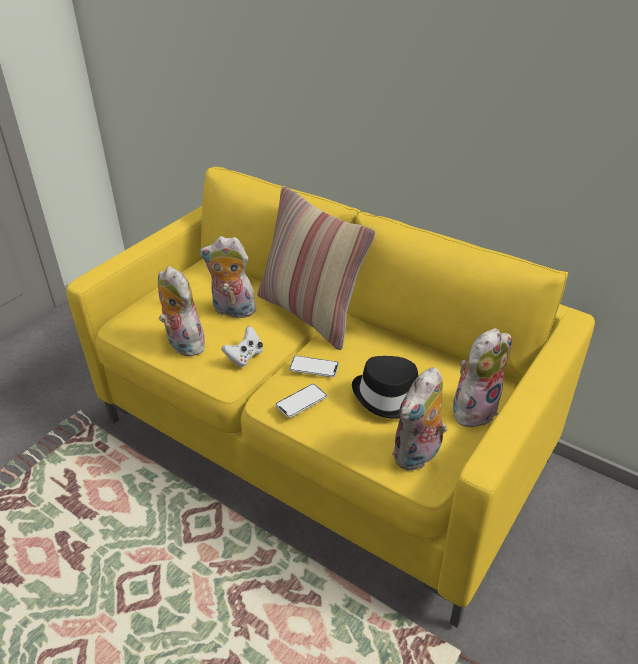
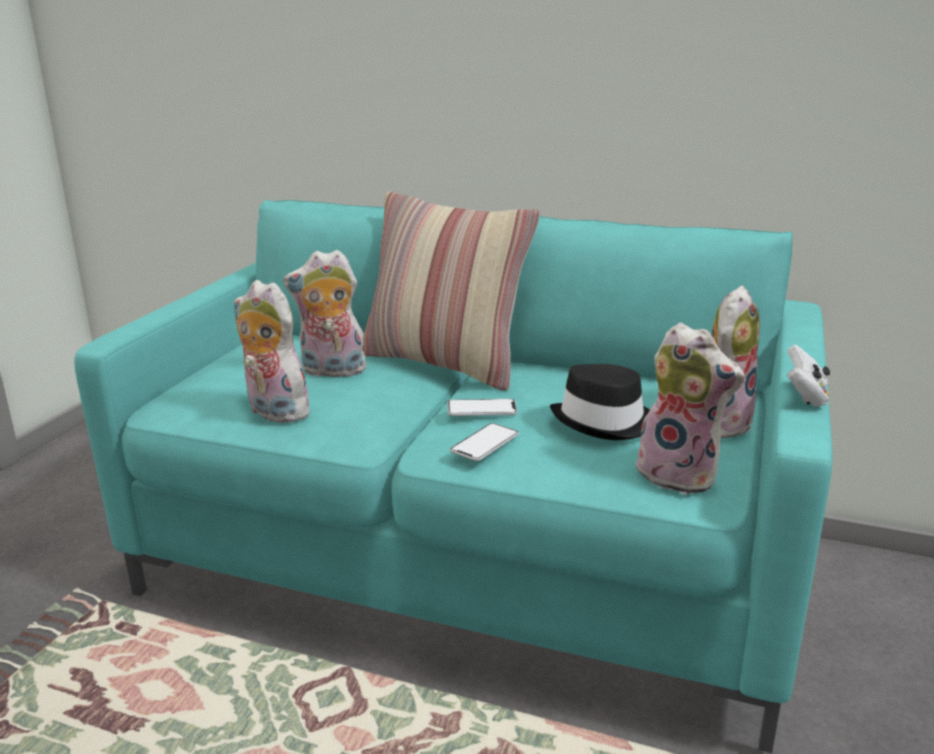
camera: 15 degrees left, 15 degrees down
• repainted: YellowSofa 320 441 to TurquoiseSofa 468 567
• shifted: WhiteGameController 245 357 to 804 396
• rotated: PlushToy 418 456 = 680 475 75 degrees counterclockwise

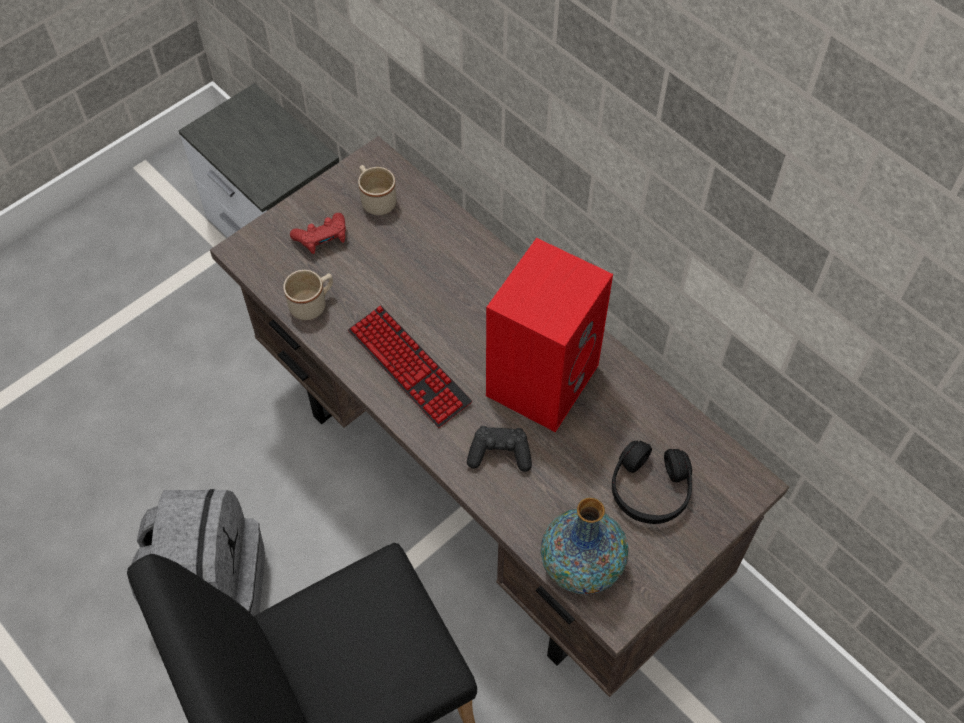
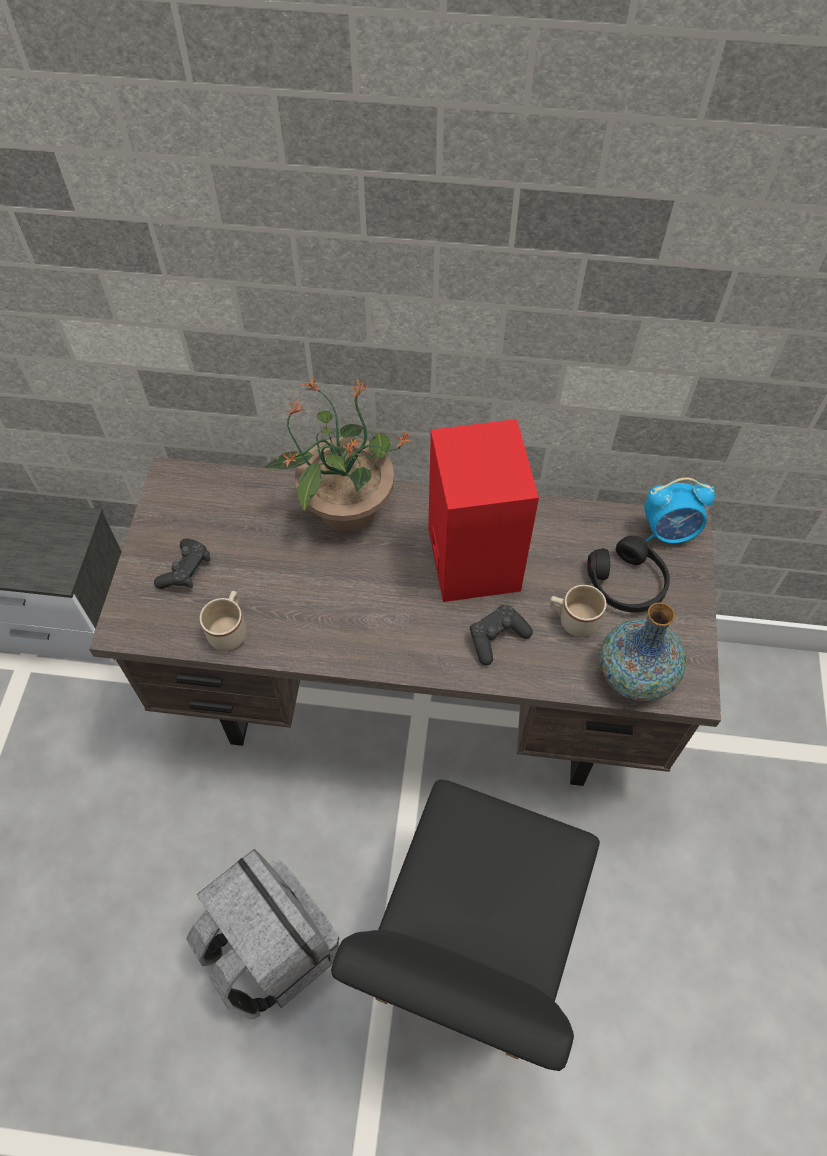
camera: 40 degrees left, 0 degrees up
• shifted: BeigeMug 376 199 to 572 620
• repainted: RedGameController 322 239 to BlackGameController 186 571
• gone: Keyboard 409 367
• new: PottedPlant 345 508
• new: AlarmClock 669 532

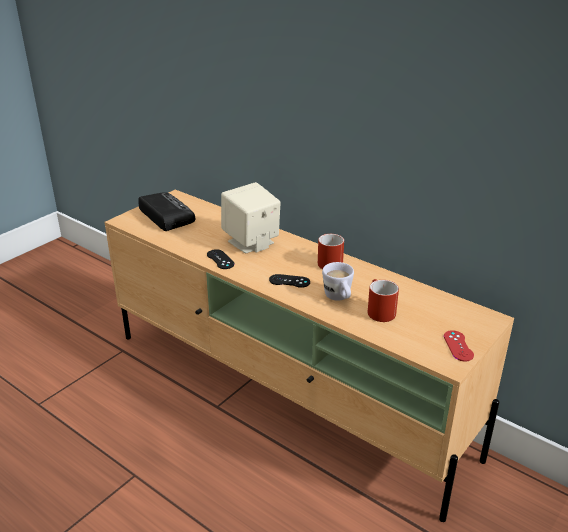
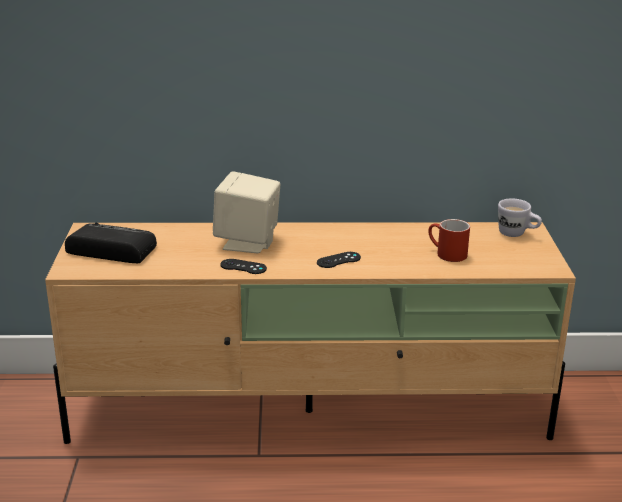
camera: 40 degrees left, 5 degrees down
• gone: RedMug 327 262
• shifted: WhiteMug 339 298 to 517 234
• gone: RedGameController 458 346

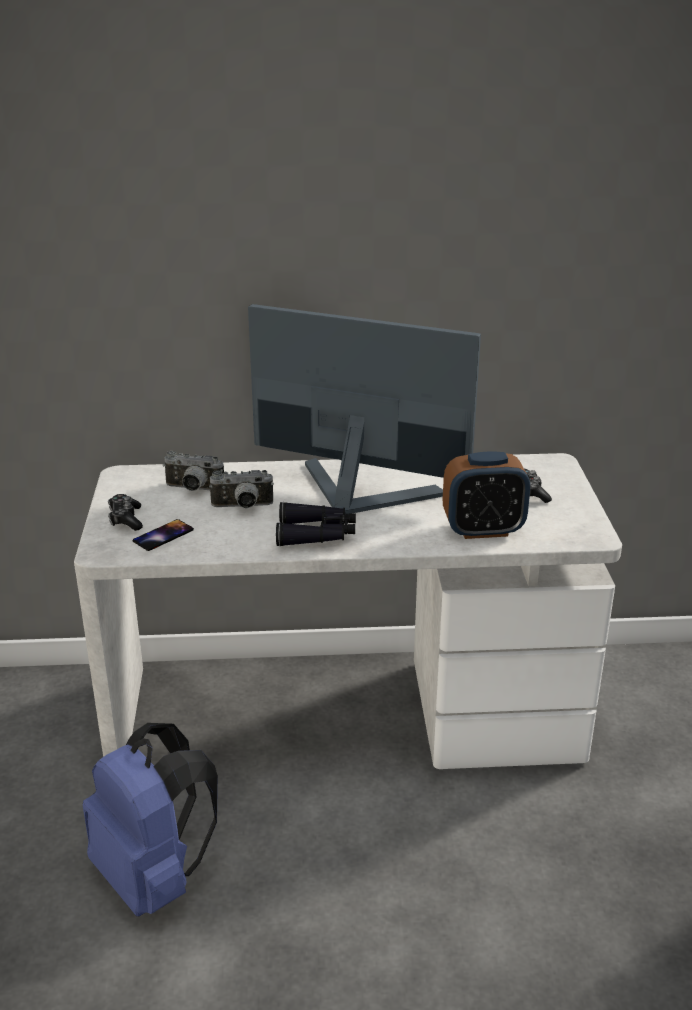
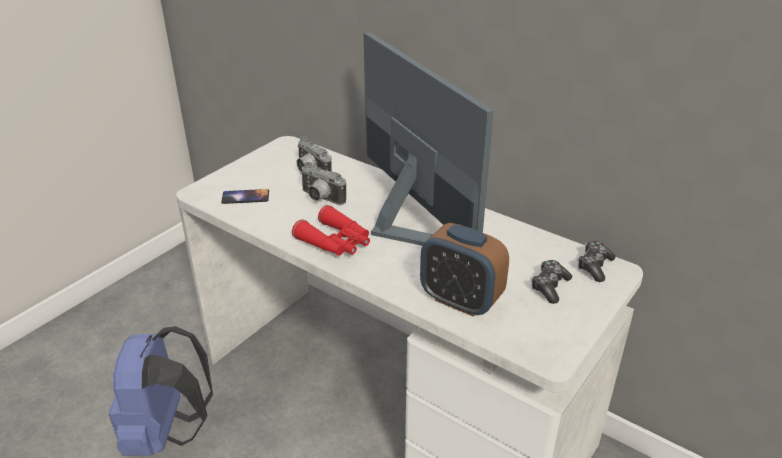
camera: 40 degrees right, 5 degrees up
• shifted: GameController 126 519 to 594 266
• repainted: BlackBinoculars 317 534 to RedBinoculars 336 242

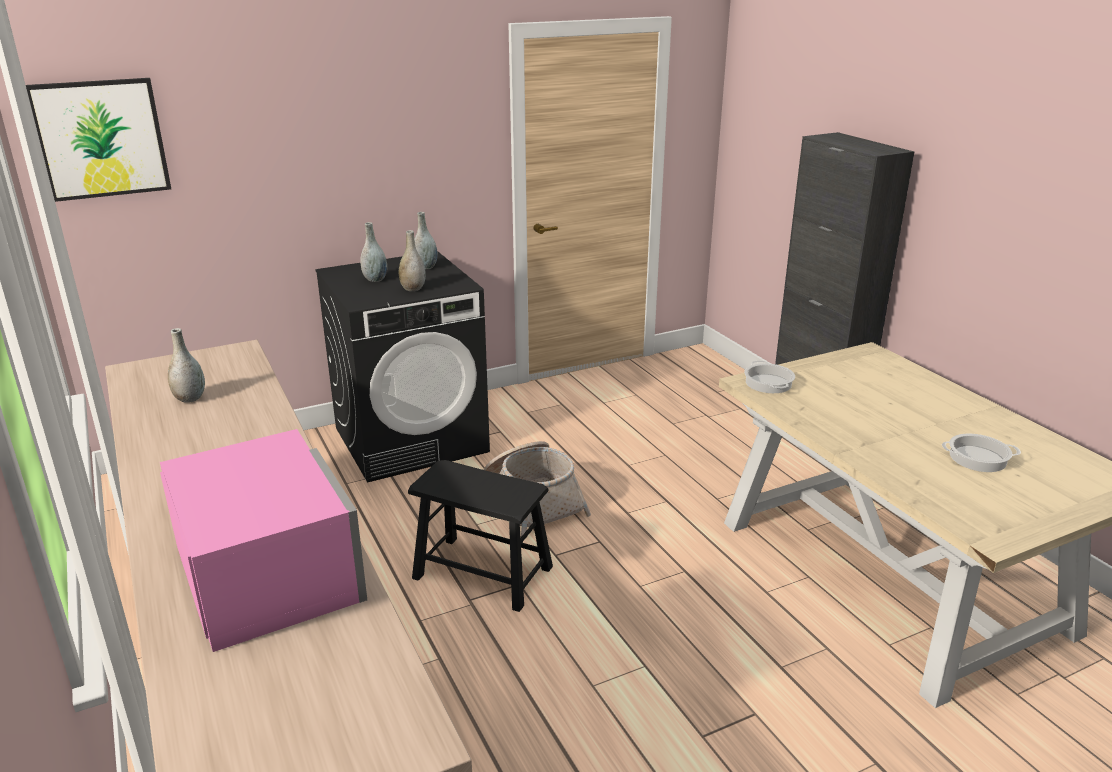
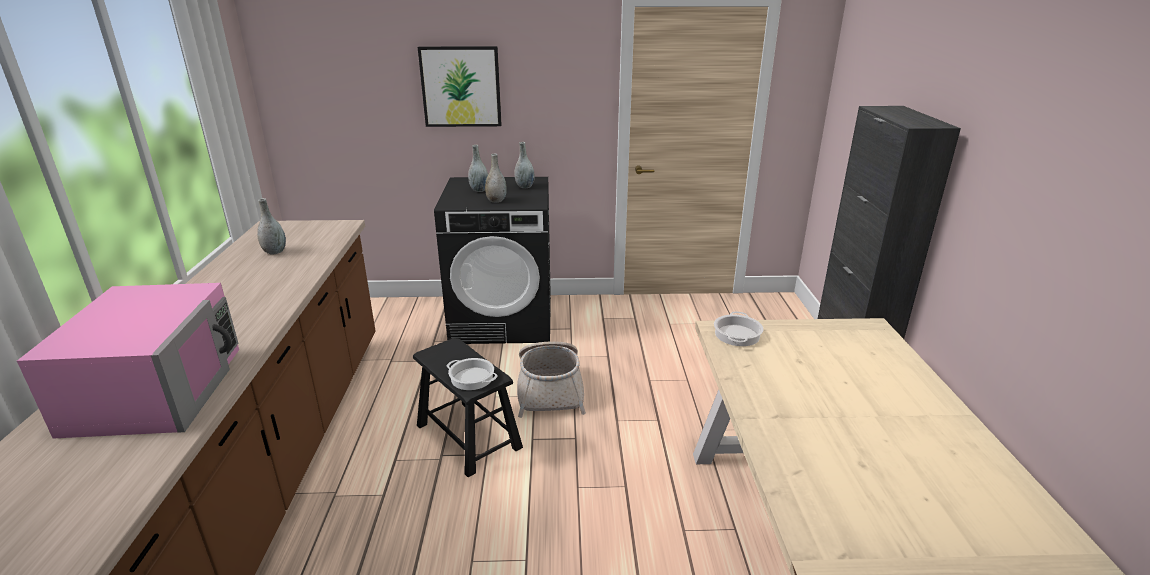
camera: 25 degrees right, 0 degrees up
• shifted: Picture 101 139 to 461 86
• shifted: CookingPot 977 458 to 471 378

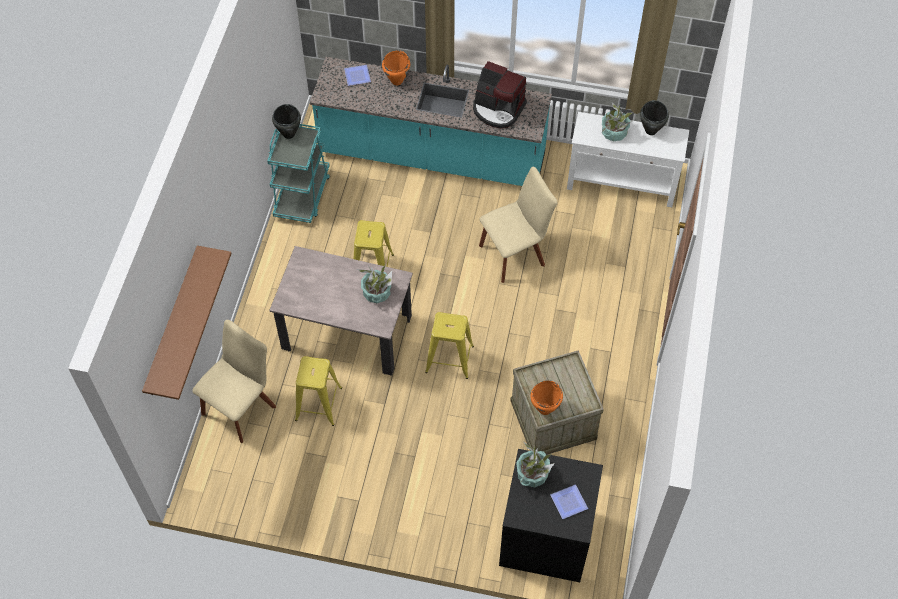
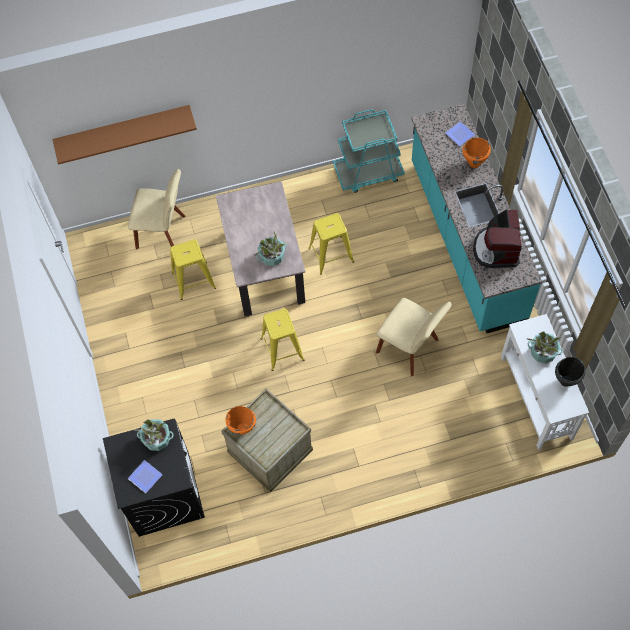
camera: 65 degrees right, 5 degrees up
• gone: BlackCookingPot 288 134

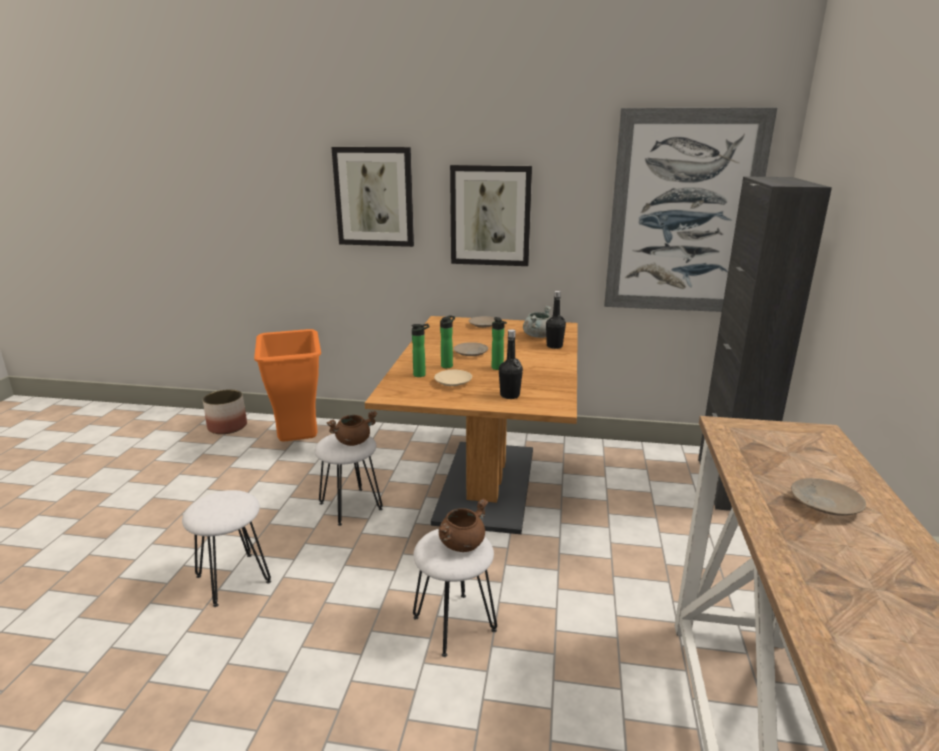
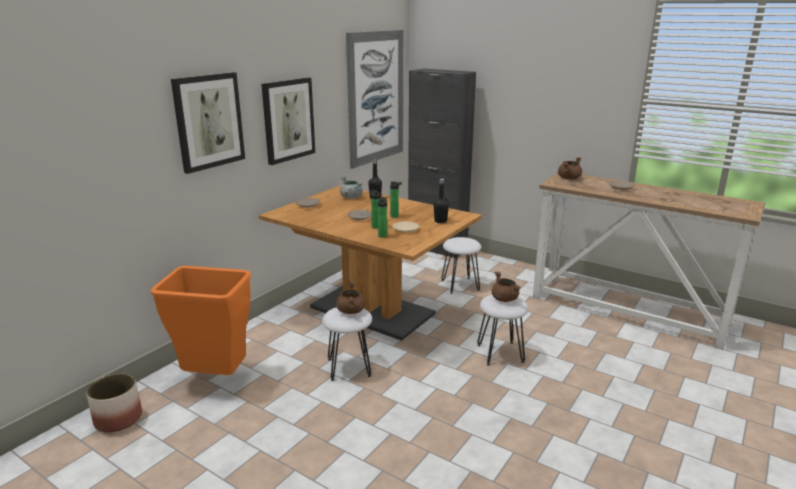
camera: 65 degrees left, 0 degrees up
• shifted: WhiteStool 233 579 to 460 285
• new: BrownCookingPot 569 178

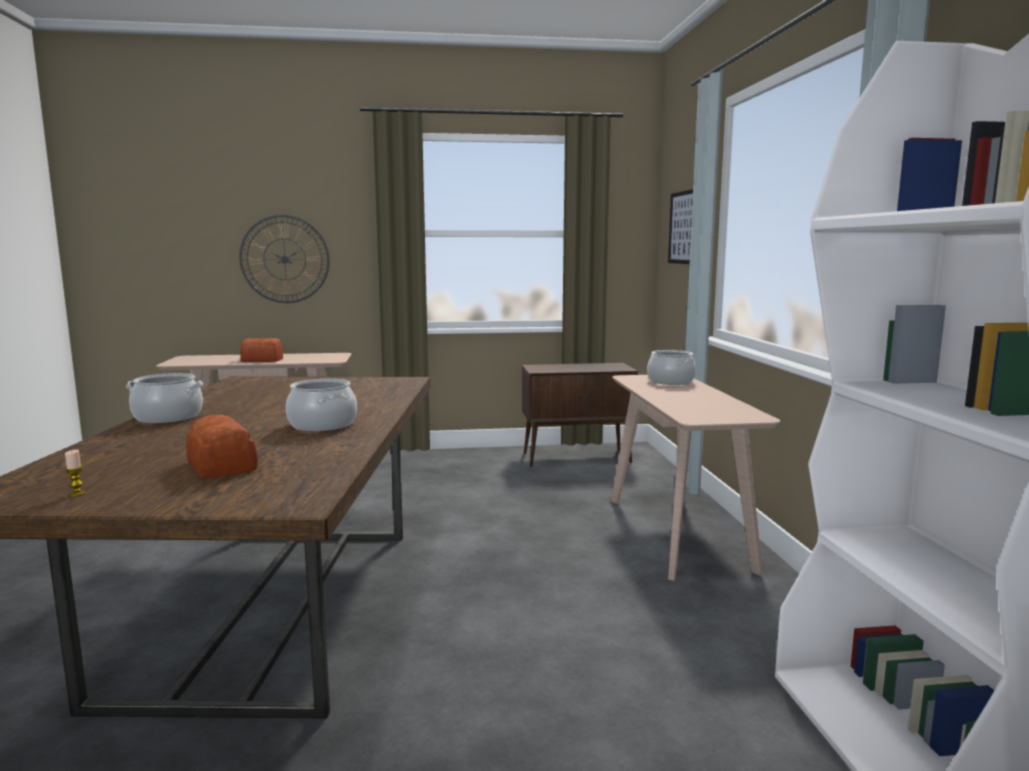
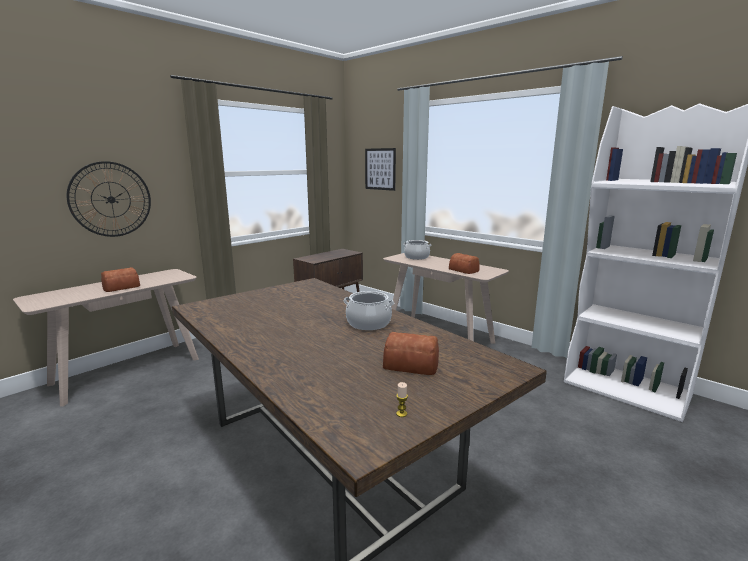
camera: 40 degrees left, 5 degrees up
• gone: CookingPot 168 417
• new: Bread 463 270

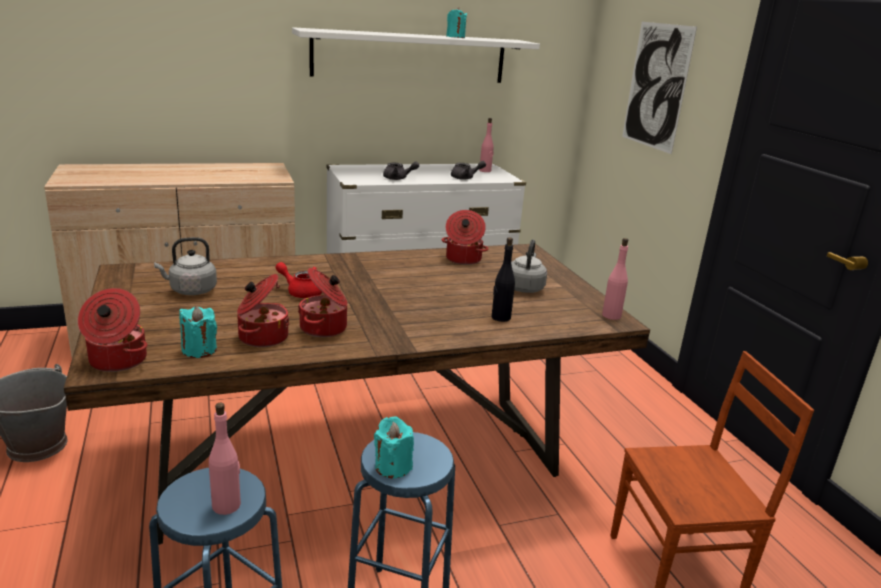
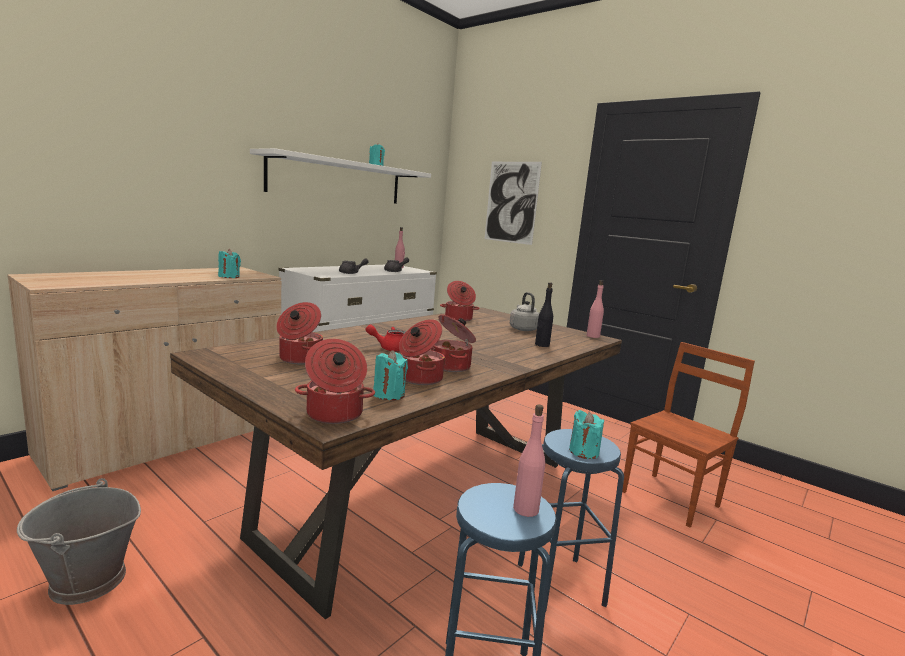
camera: 30 degrees left, 10 degrees down
• swapped: GreyKettle 190 290 to CookingPot 299 359
• new: TurquoiseCandle 229 277

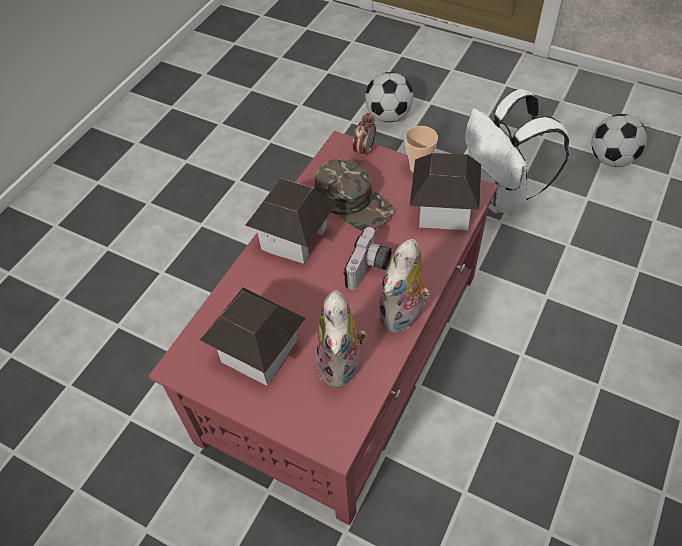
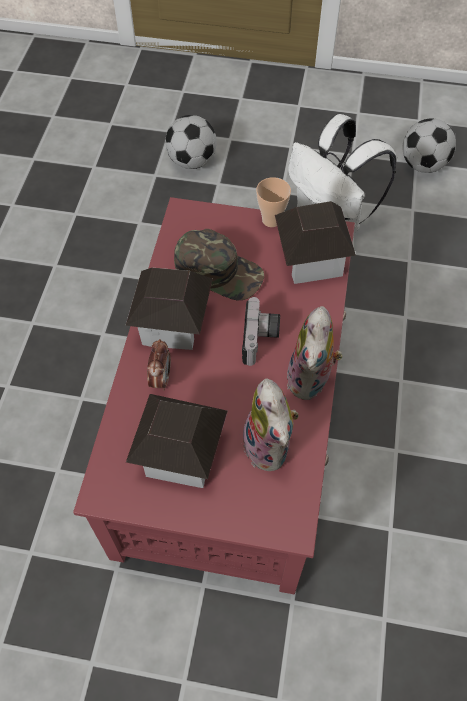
camera: 20 degrees left, 5 degrees up
• shifted: AlarmClock 364 150 to 160 378

